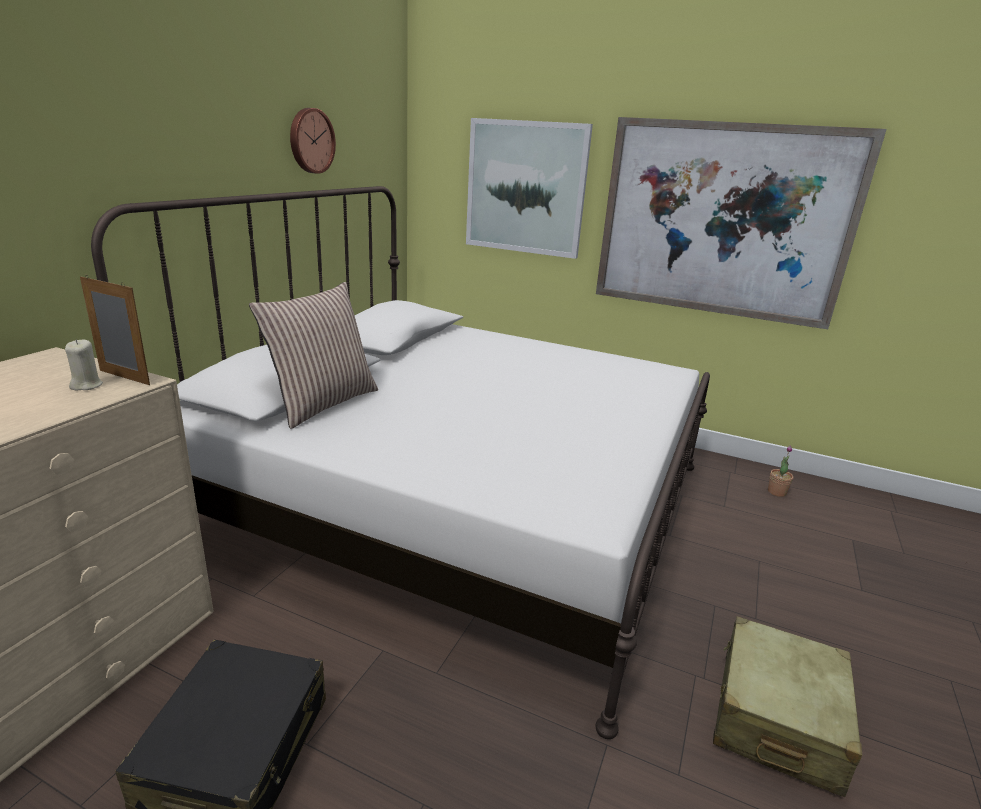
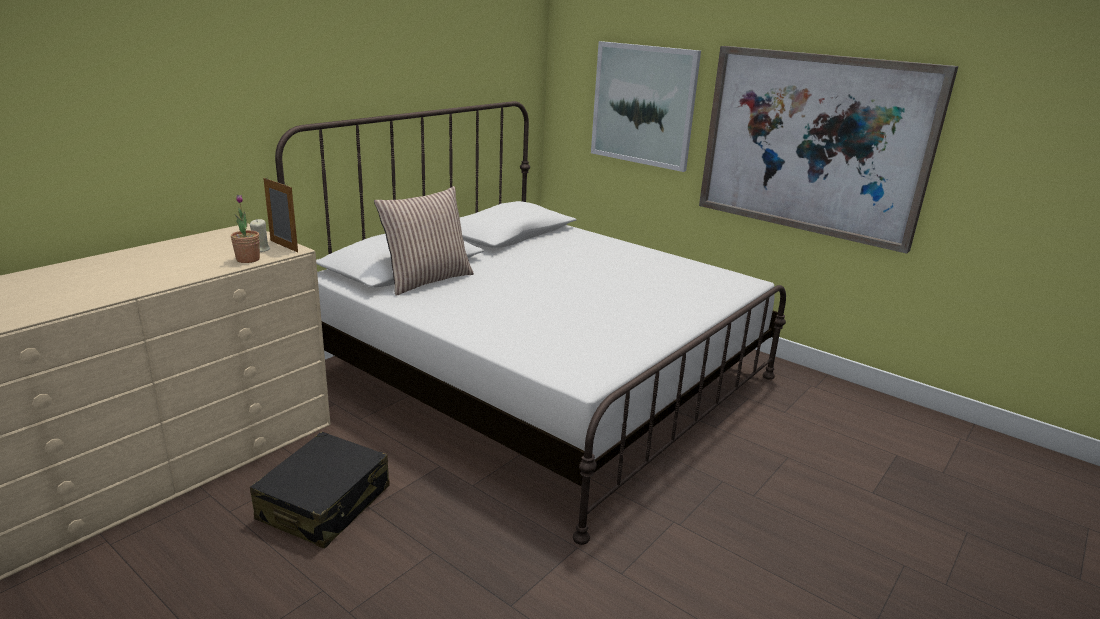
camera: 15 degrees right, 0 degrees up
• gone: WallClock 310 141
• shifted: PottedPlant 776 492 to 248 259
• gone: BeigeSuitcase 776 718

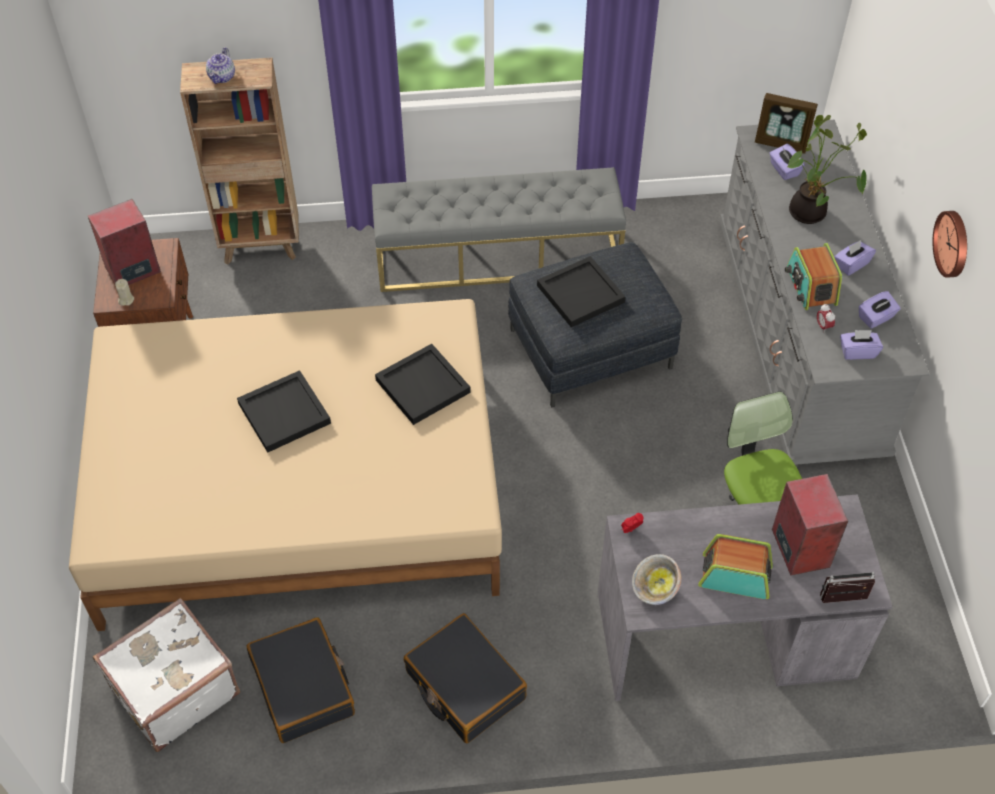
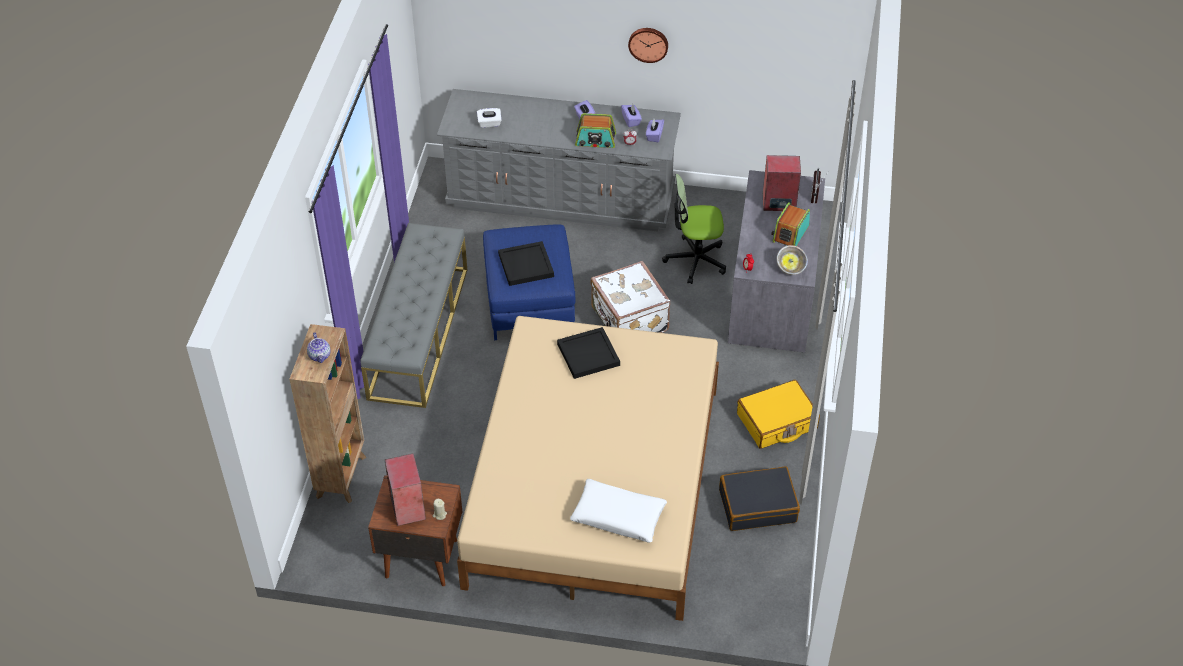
camera: 75 degrees left, 5 degrees down
• rotated: Teapot 222 77 = 320 356 45 degrees clockwise
• gone: PictureFrame 781 143
• gone: PottedPlant 810 213
• repainted: PurpleTissueBox 784 170 to WhiteTissueBox 489 123
• repainted: GreyOttoman 590 348 to BlueOttoman 529 301
• gone: BlackTray 285 413
• shifted: WhiteSuitcase 173 690 to 628 320
• repainted: BlackSuitcase 464 685 to YellowSuitcase 777 422
• new: WhitePillow 618 516

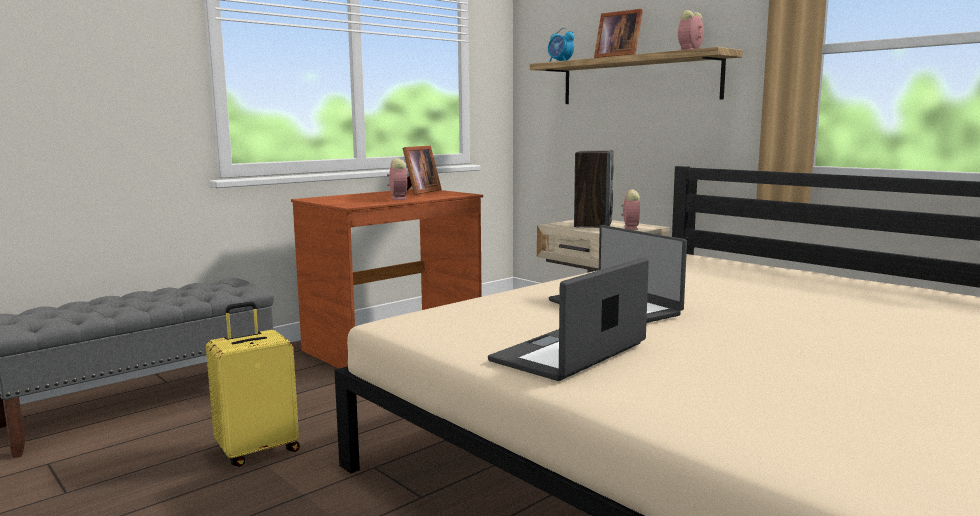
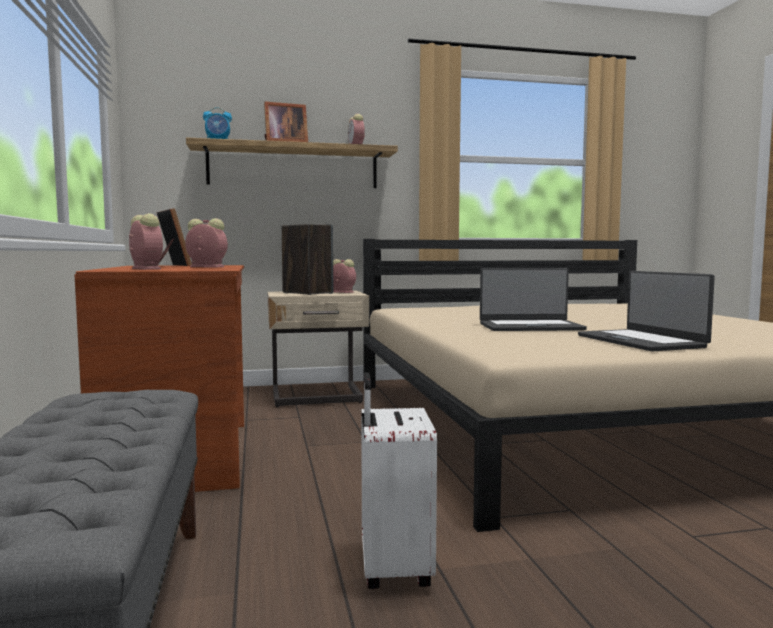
camera: 60 degrees left, 5 degrees down
• repainted: YellowSuitcase 258 450 to WhiteSuitcase 392 569
• new: AlarmClock 145 269

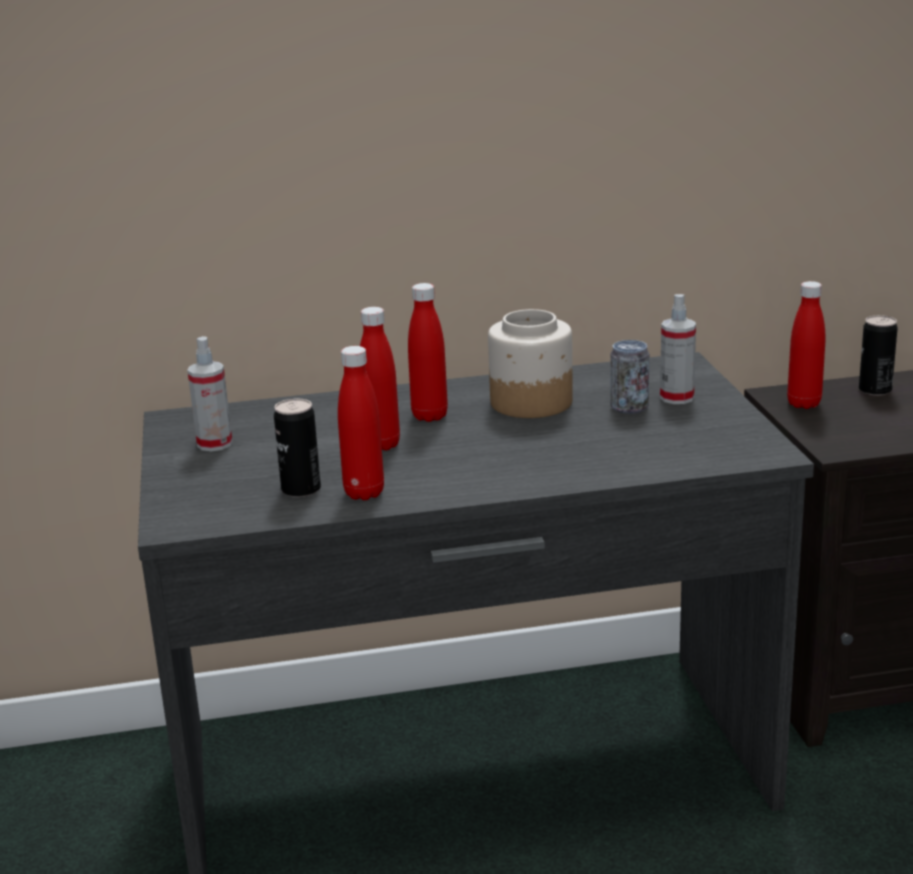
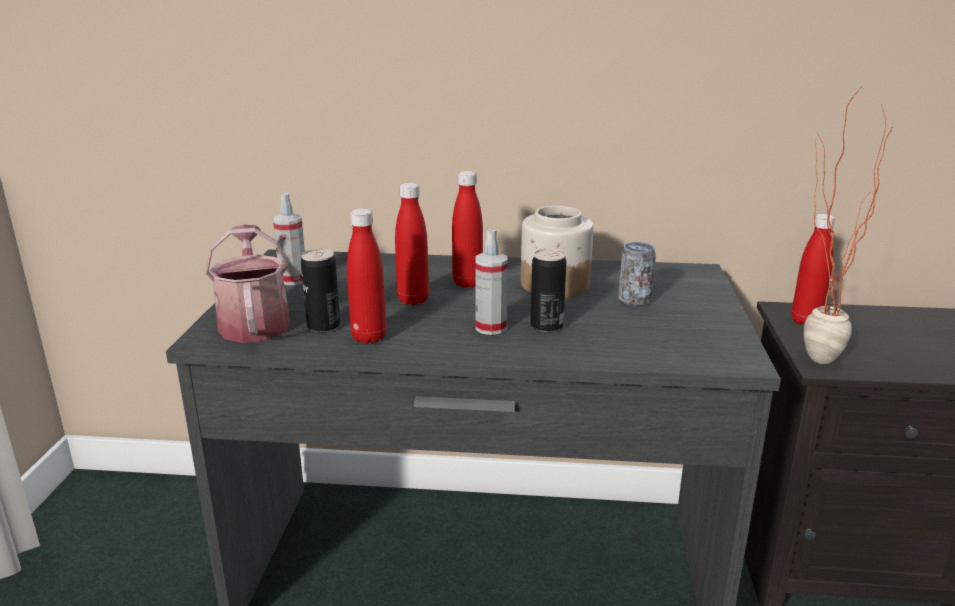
camera: 15 degrees right, 0 degrees up
• shifted: SprayBottle 677 398 to 490 327
• shifted: Can 875 390 to 546 326
• new: PottedPlant 806 359
• new: WateringCan 254 322

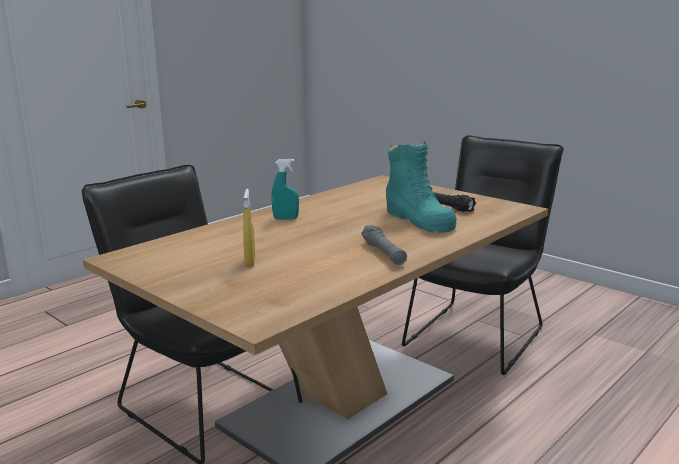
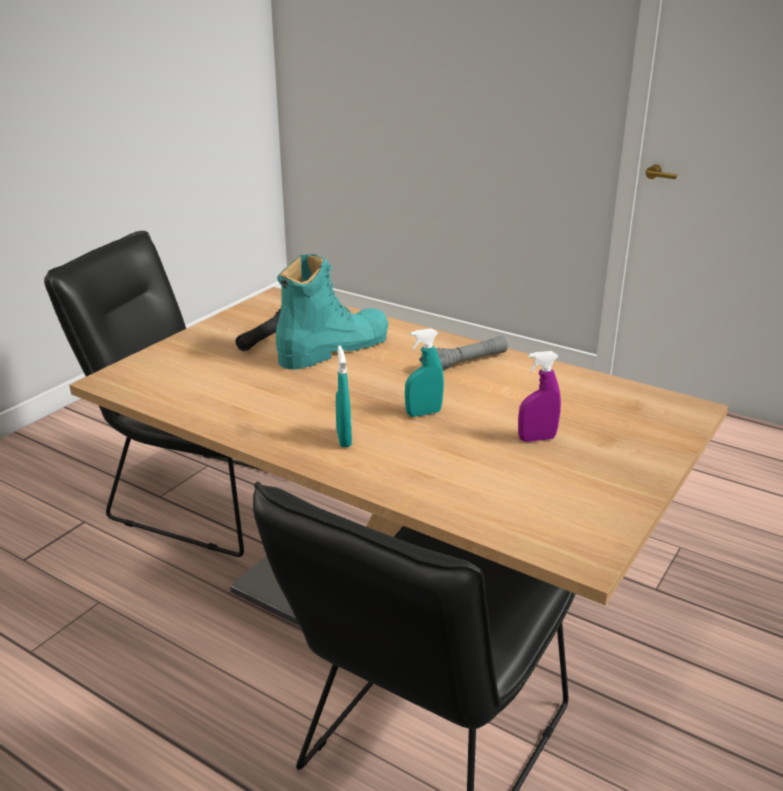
camera: 100 degrees left, 10 degrees up
• repainted: YellowSprayBottle 250 262 to PurpleSprayBottle 537 439
• new: TurquoiseSprayBottle 423 413

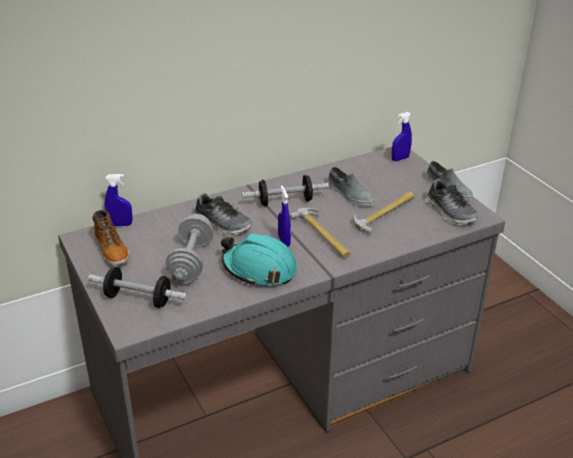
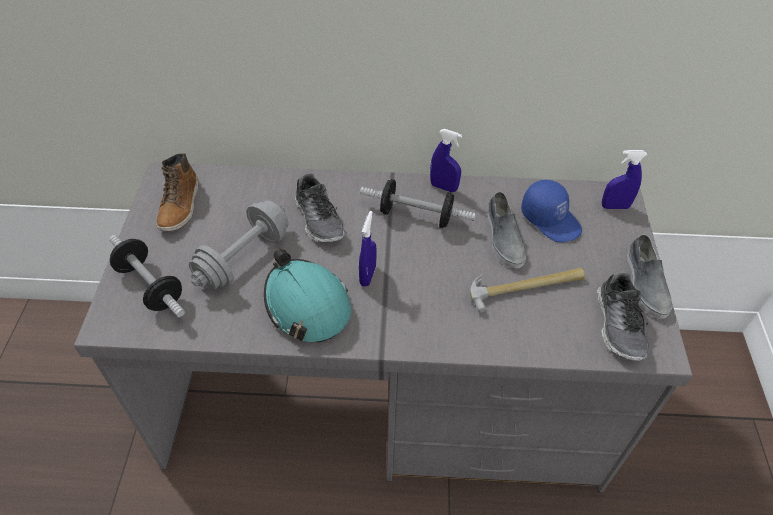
camera: 30 degrees right, 15 degrees up
• shifted: BlueSprayBottle 120 225 to 443 187
• gone: Hammer 322 235
• new: BlueCap 551 219

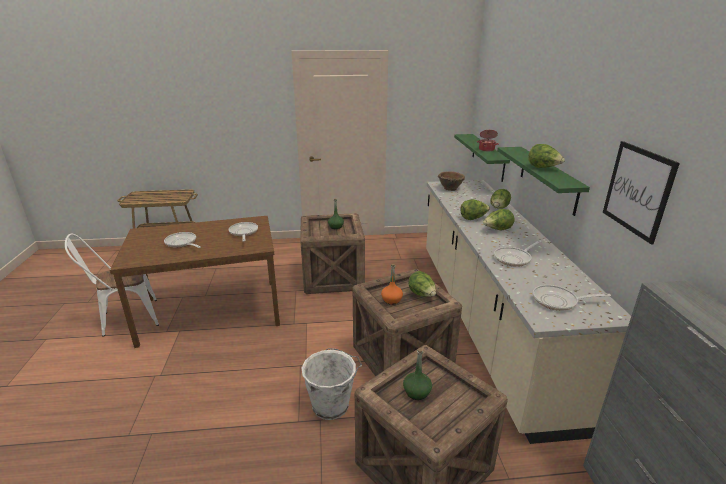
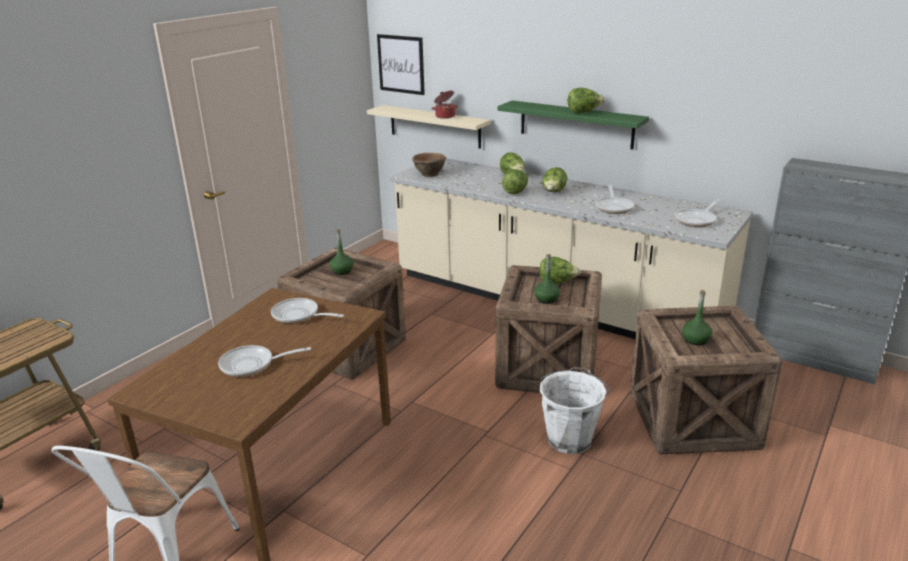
camera: 50 degrees left, 0 degrees up
• repainted: GreenShelf 488 157 to BeigeShelf 434 126
• shifted: Picture 637 190 to 401 64
• repainted: OrangeBottle 391 300 to GreenBottle 546 299

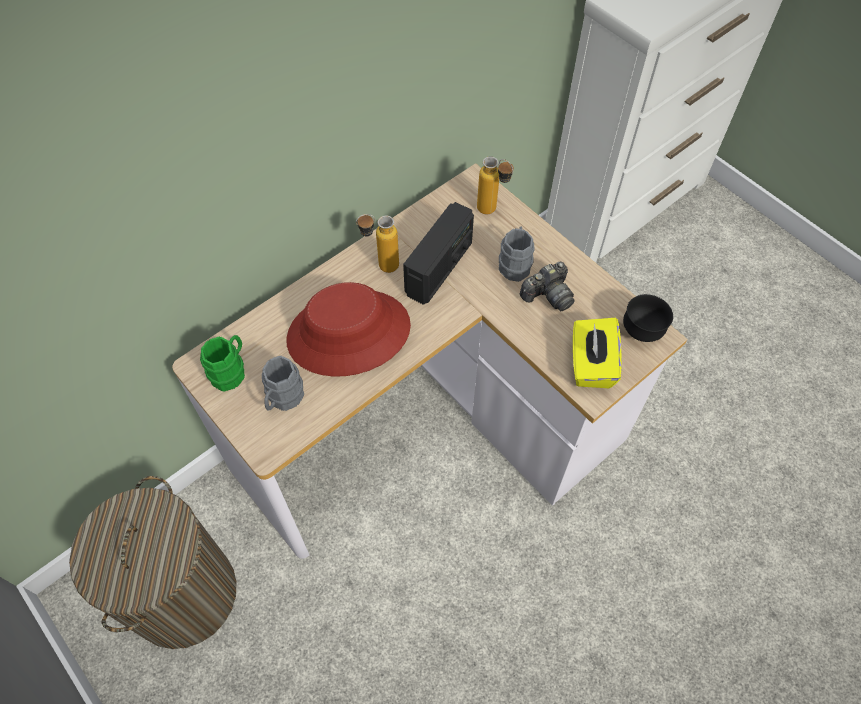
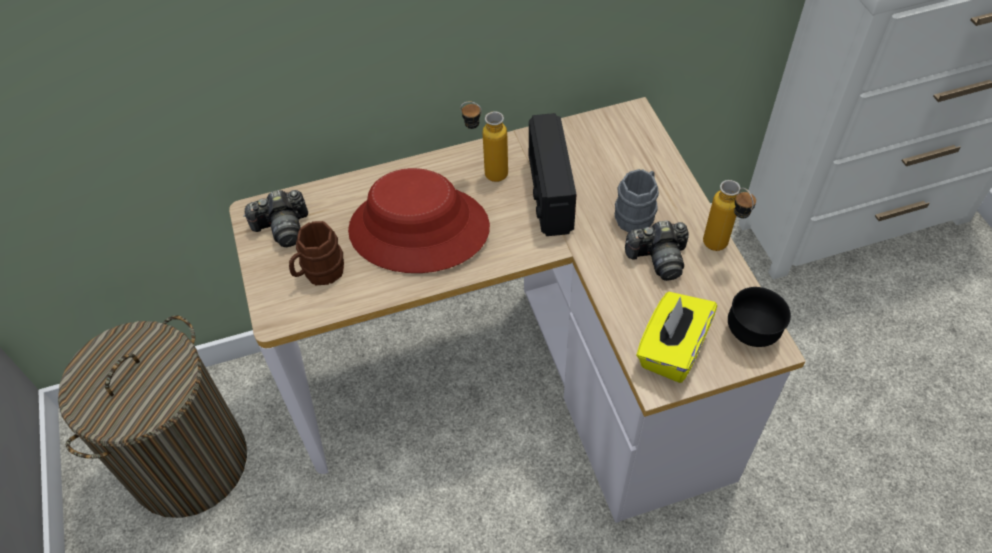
camera: 25 degrees right, 5 degrees down
• shifted: Bottle 492 212 to 721 249
• rotated: Radio 439 268 = 549 193 120 degrees clockwise
• swapped: GreenMug 230 370 to PhotoCamera 282 228
• repainted: GreyMug 283 398 to BrownMug 319 272

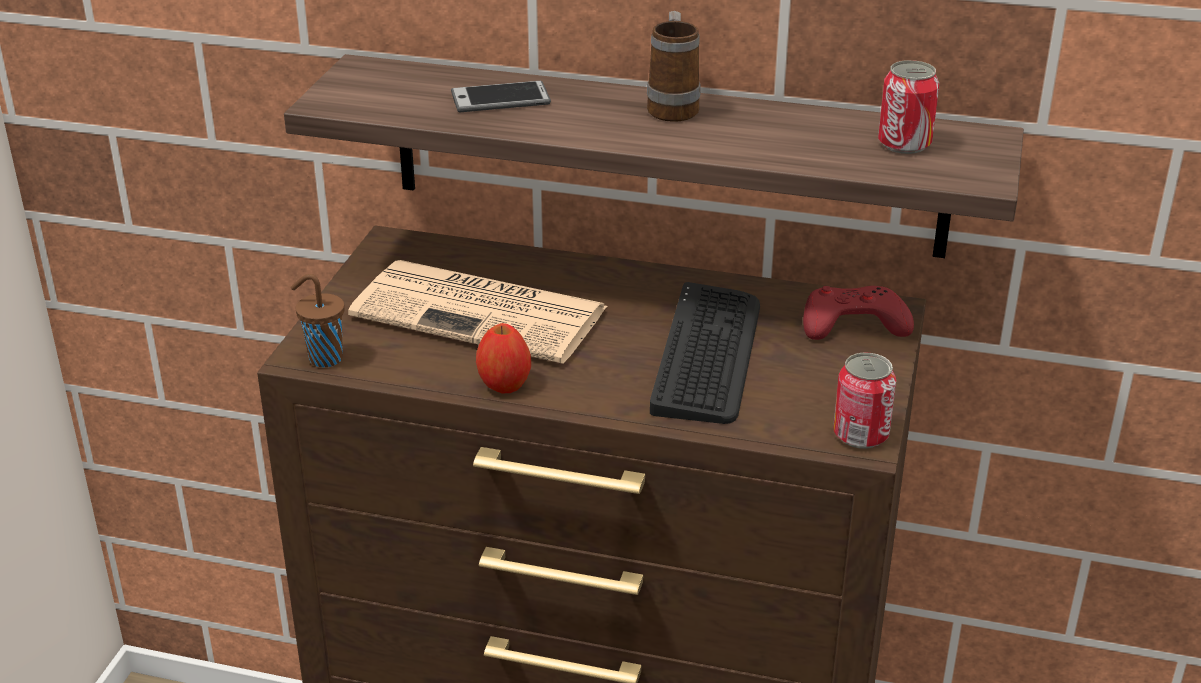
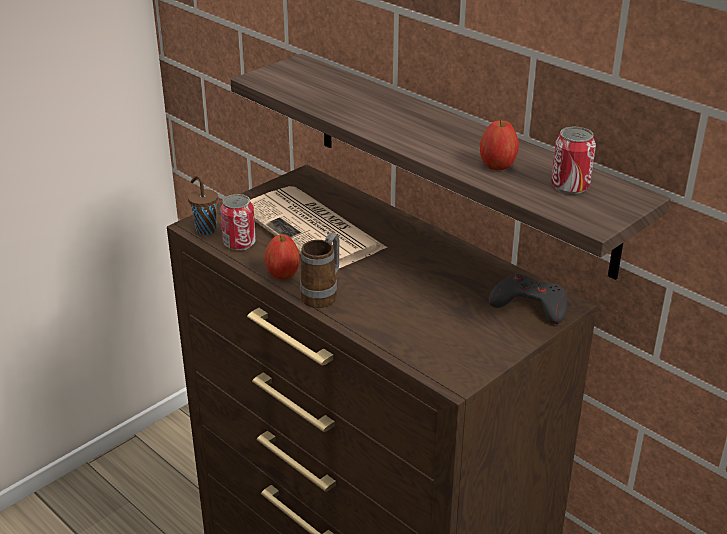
camera: 30 degrees right, 0 degrees up
• shifted: Mug 673 106 to 323 294
• gone: Phone 500 99
• gone: Keyboard 708 354
• repainted: RedGameController 853 323 to GreyGameController 530 304
• shifted: Can 860 435 to 239 243
• new: Apple 497 165

